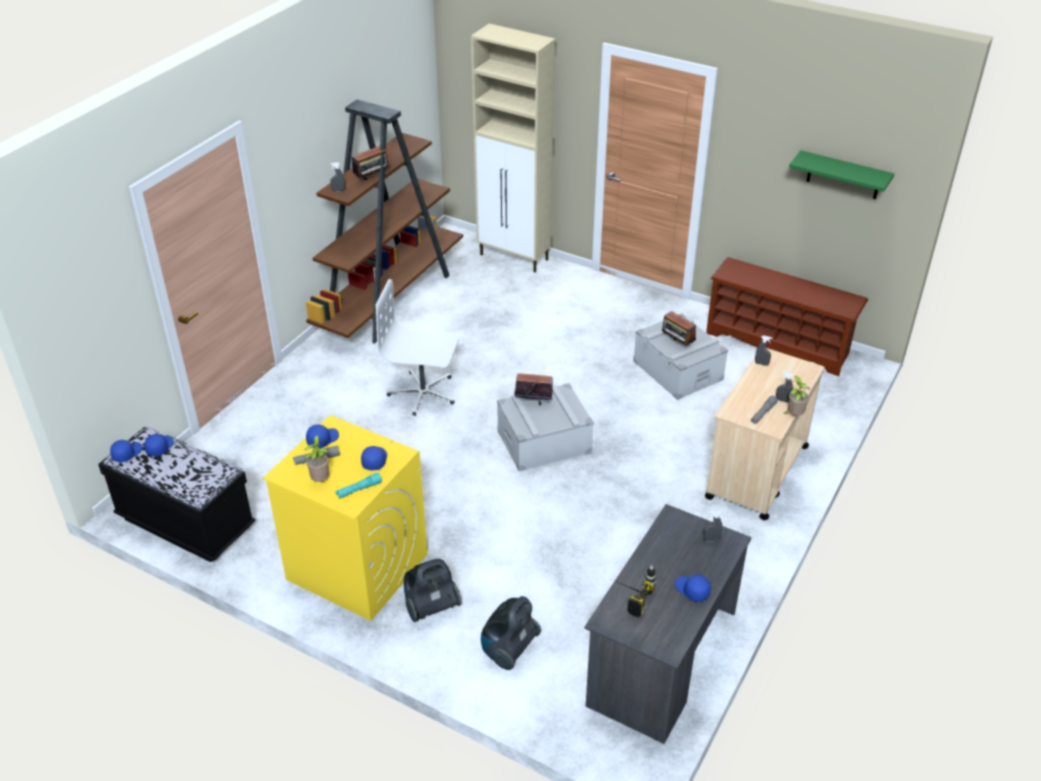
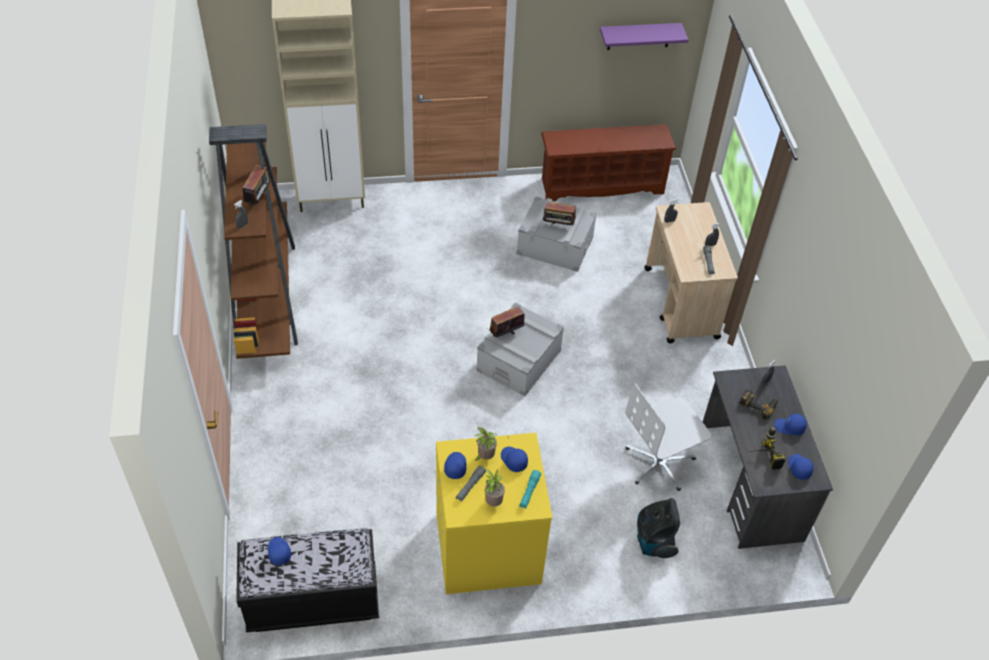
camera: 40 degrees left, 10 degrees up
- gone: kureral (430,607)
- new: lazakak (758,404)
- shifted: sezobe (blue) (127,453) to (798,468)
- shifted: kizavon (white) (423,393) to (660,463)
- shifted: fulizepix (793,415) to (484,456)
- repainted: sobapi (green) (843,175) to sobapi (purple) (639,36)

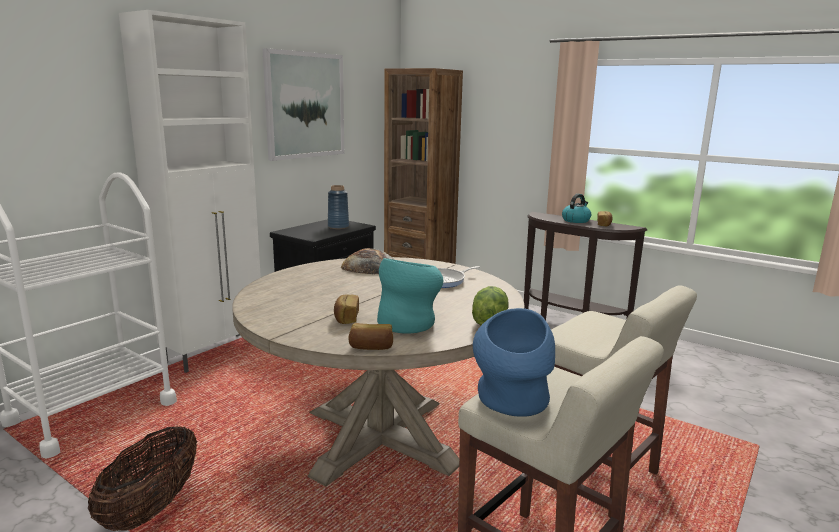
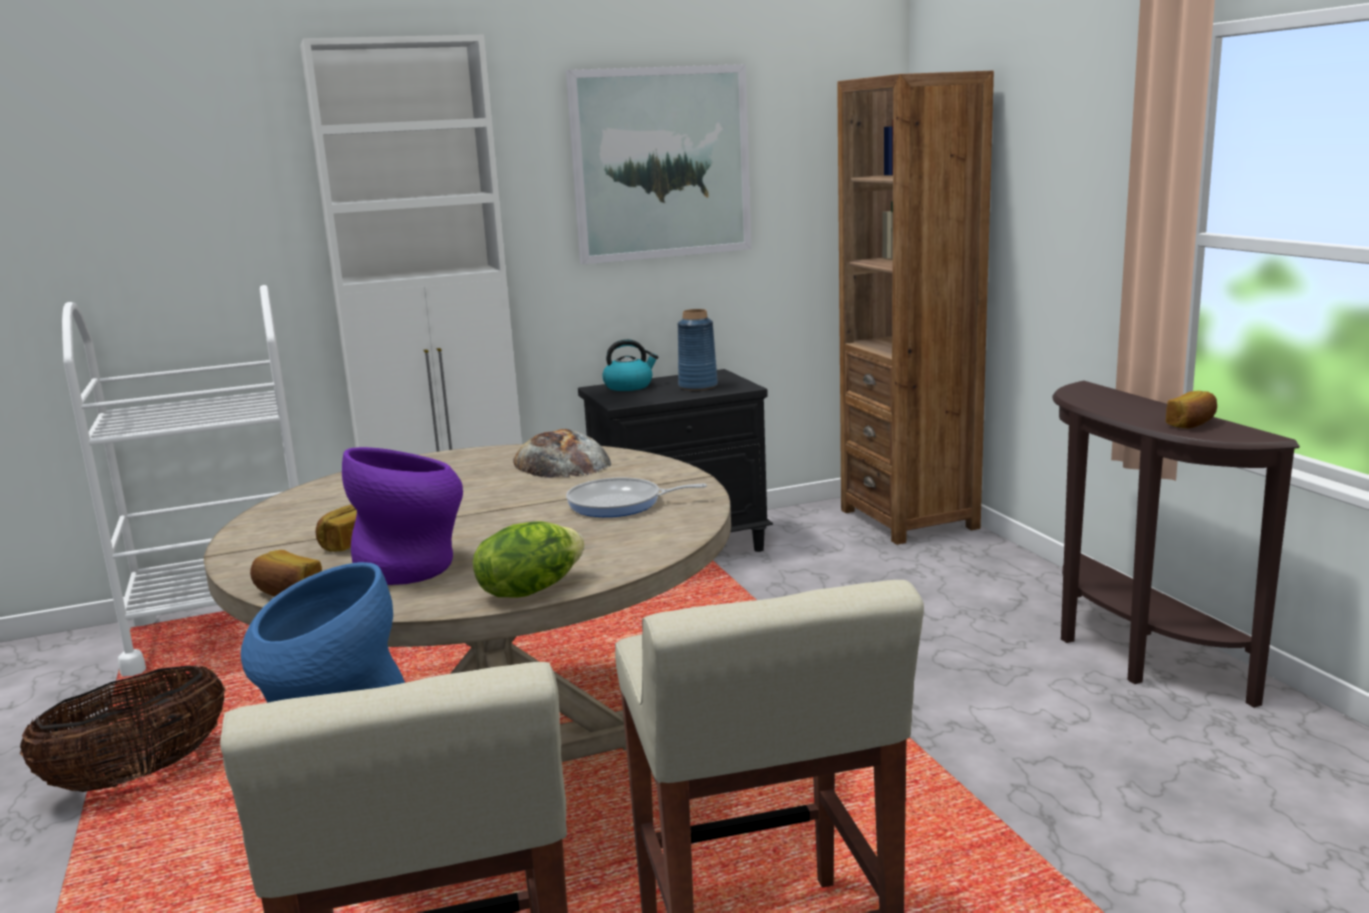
camera: 35 degrees right, 0 degrees up
- shifted: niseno (576,220) to (629,386)
- repainted: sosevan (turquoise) (409,323) to sosevan (purple) (414,567)

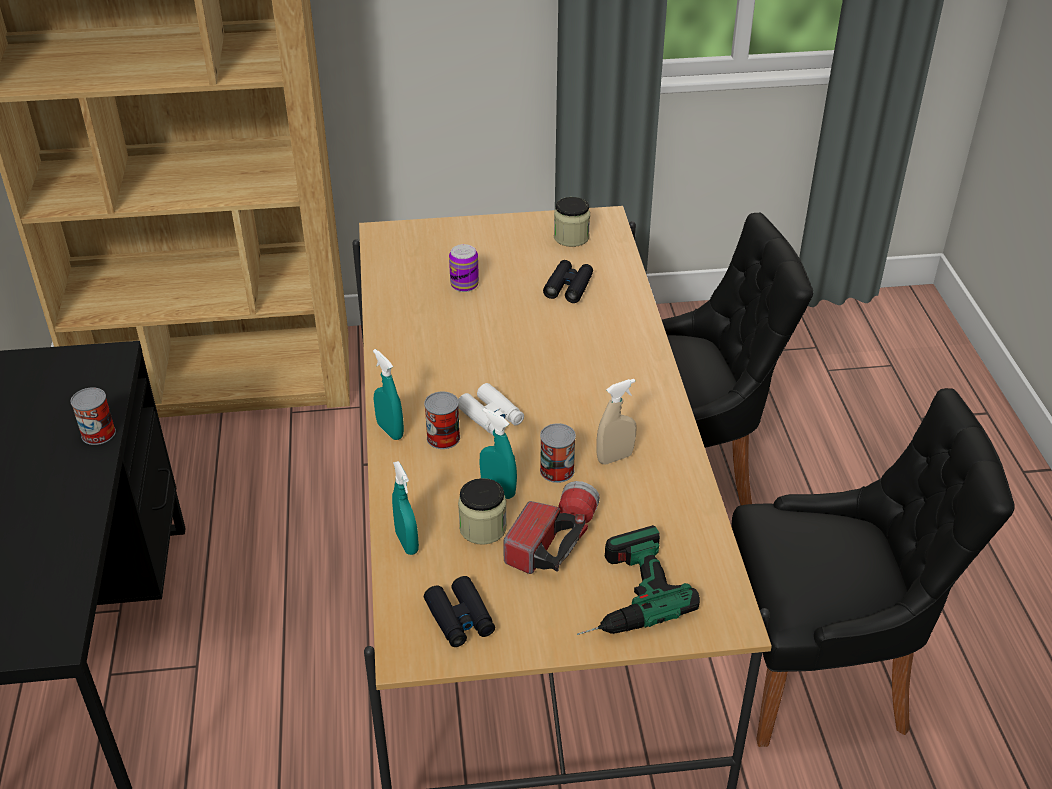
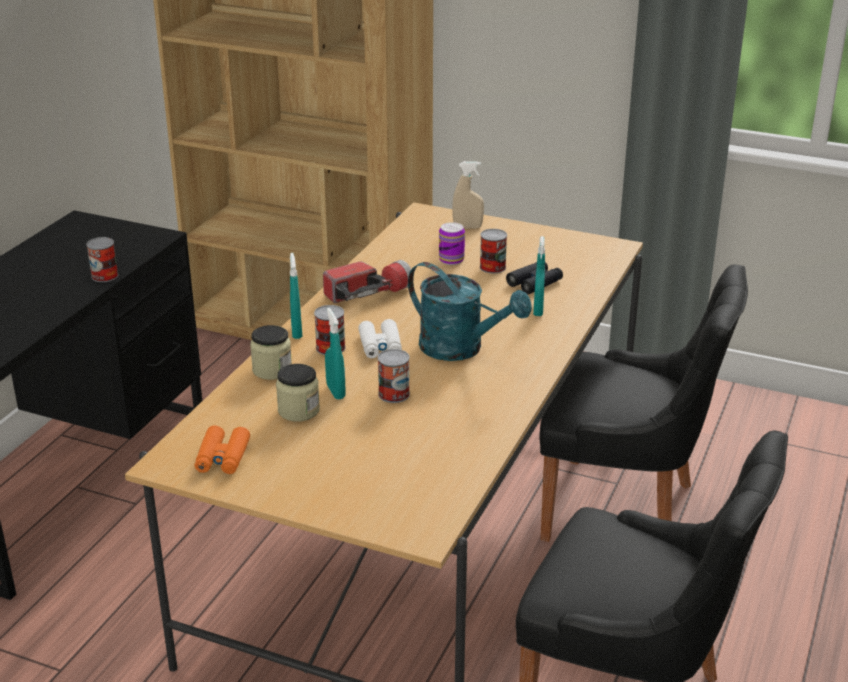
camera: 30 degrees right, 10 degrees down
- gone: lazakak (620,594)
- new: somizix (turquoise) (461,349)
- new: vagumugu (492,267)
- shifted: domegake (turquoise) (407,543) to (538,310)
- shifted: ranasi (552,539) to (368,294)
- shifted: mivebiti (571,237) to (272,370)
- shifted: domegake (beige) (615,458) to (467,227)
- repainted: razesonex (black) (460,618) to razesonex (orange) (222,457)

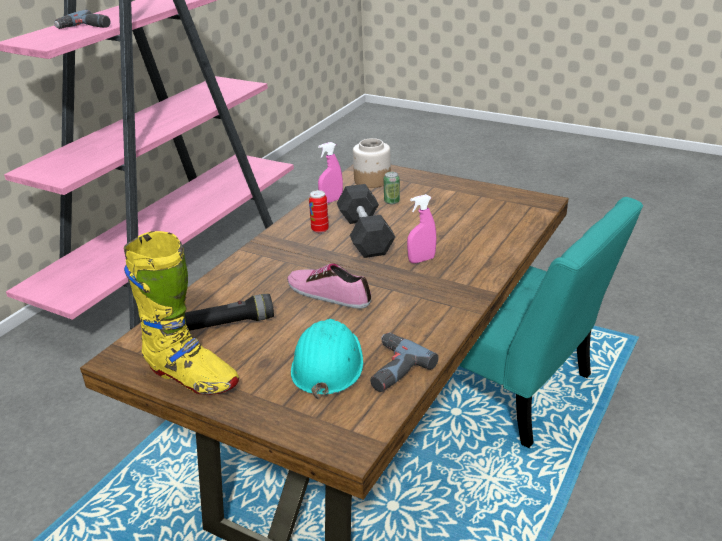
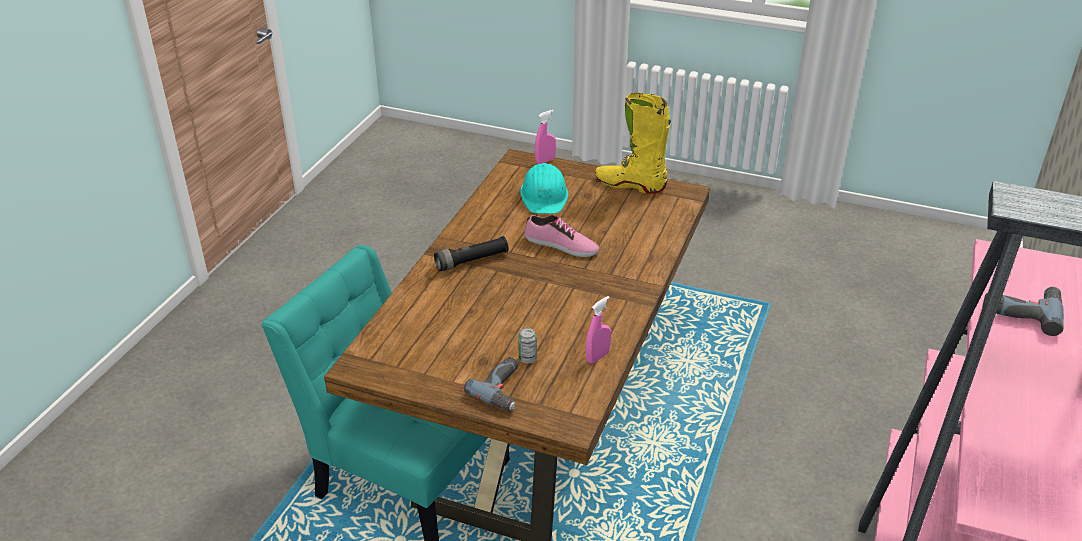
camera: 170 degrees right, 5 degrees up
- gone: vagumugu (320,230)
- gone: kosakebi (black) (365,235)
- gone: mivebiti (372,180)
- shifted: ranasi (black) (227,324) to (472,261)
- shifted: lazakak (390,368) to (504,389)
- shifted: domegake (pink) (421,260) to (545,161)

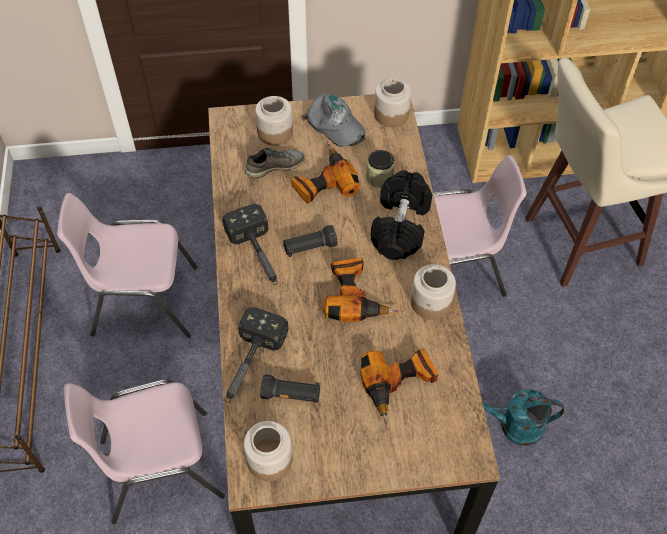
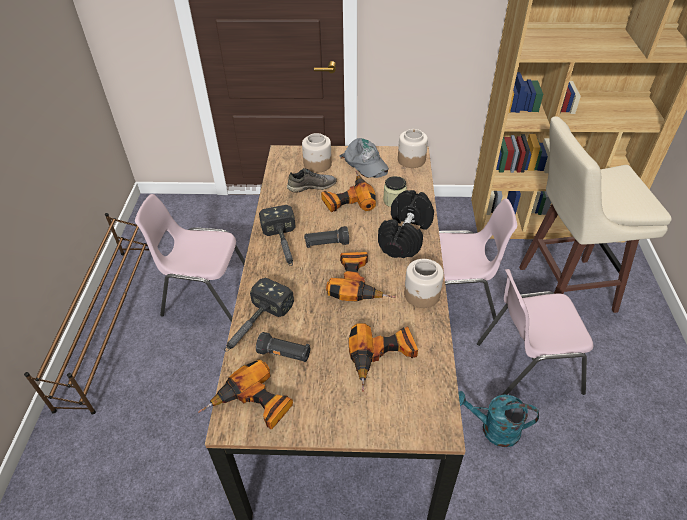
camera: 10 degrees right, 10 degrees down
- shifted: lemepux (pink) (158,467) to (526,366)
- swapped: mivebiti (270,459) to lazakak (253,405)

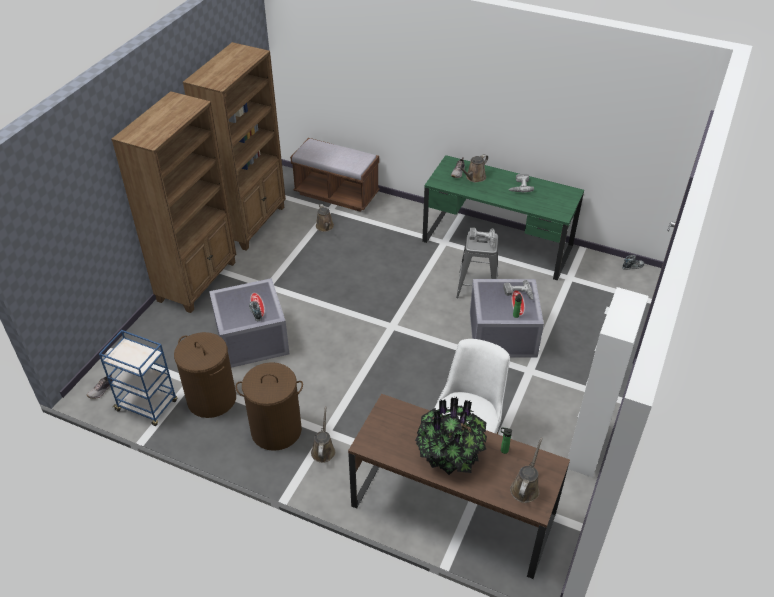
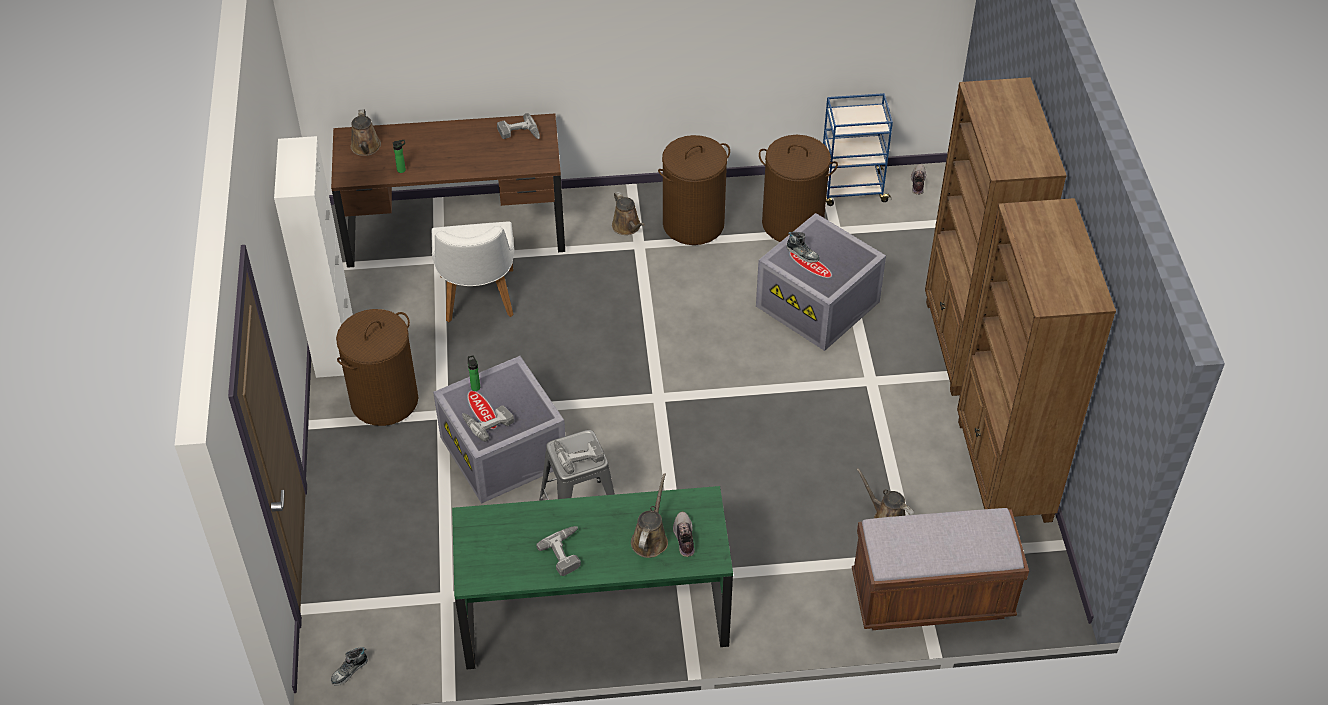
camera: 150 degrees right, 5 degrees up
- gone: fulizepix (450,454)
- new: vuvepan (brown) (384,401)
- new: lazakak (519,134)

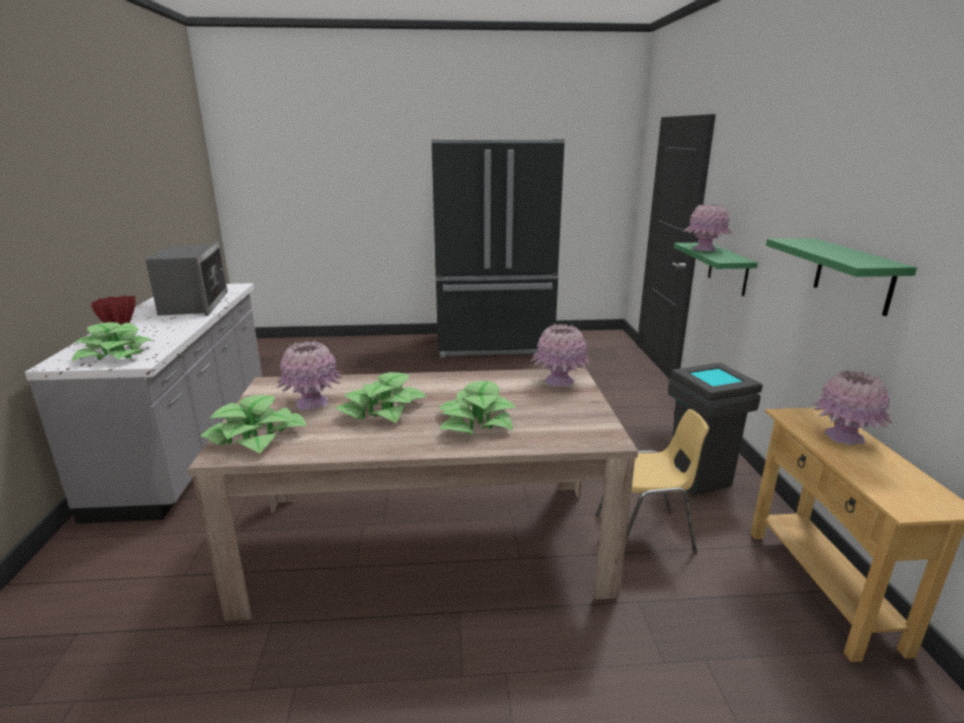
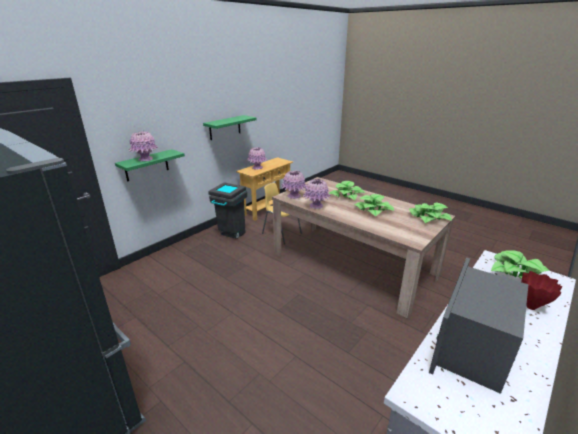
camera: 135 degrees left, 5 degrees up
- shifted: sosevan (pink) (312,403) to (316,206)

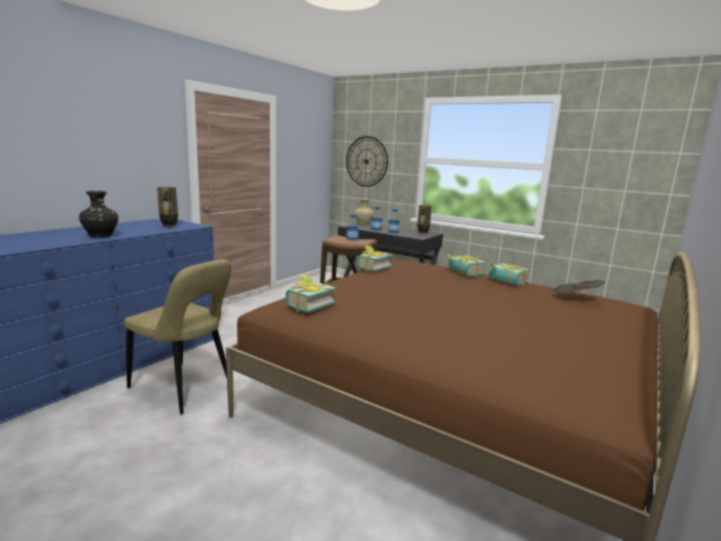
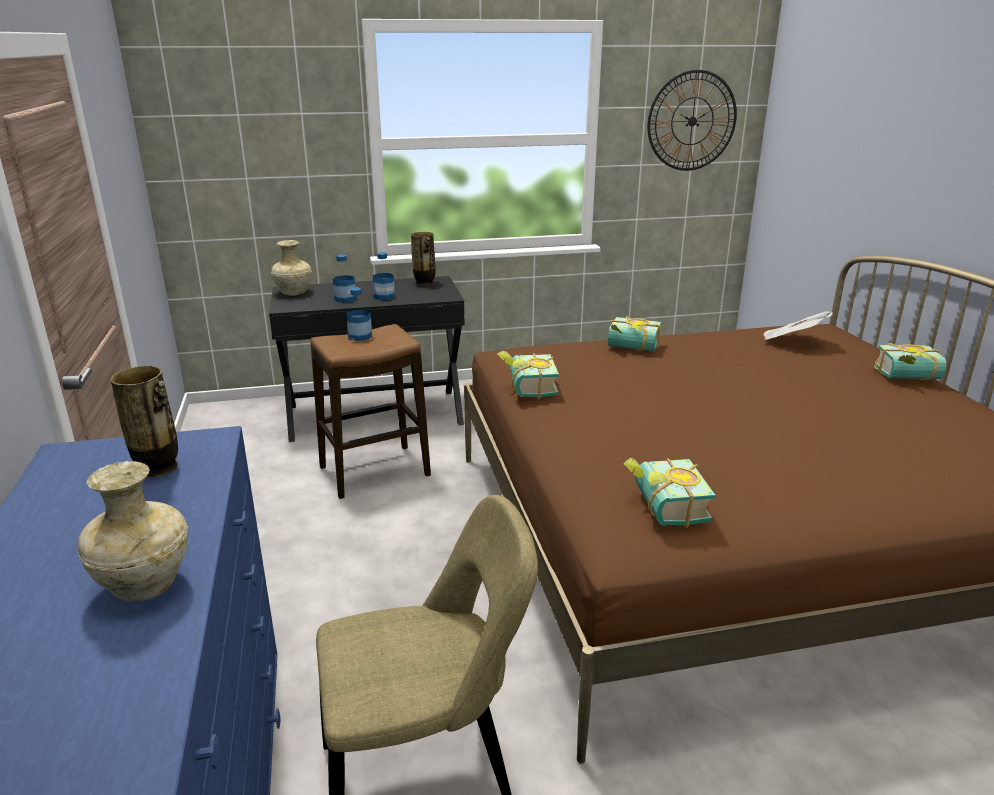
camera: 45 degrees left, 10 degrees up
- shifted: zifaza (366,161) to (692,121)
- shifted: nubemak (505,283) to (909,378)
- repainted: sosevan (black) (100,236) to sosevan (beige) (144,586)

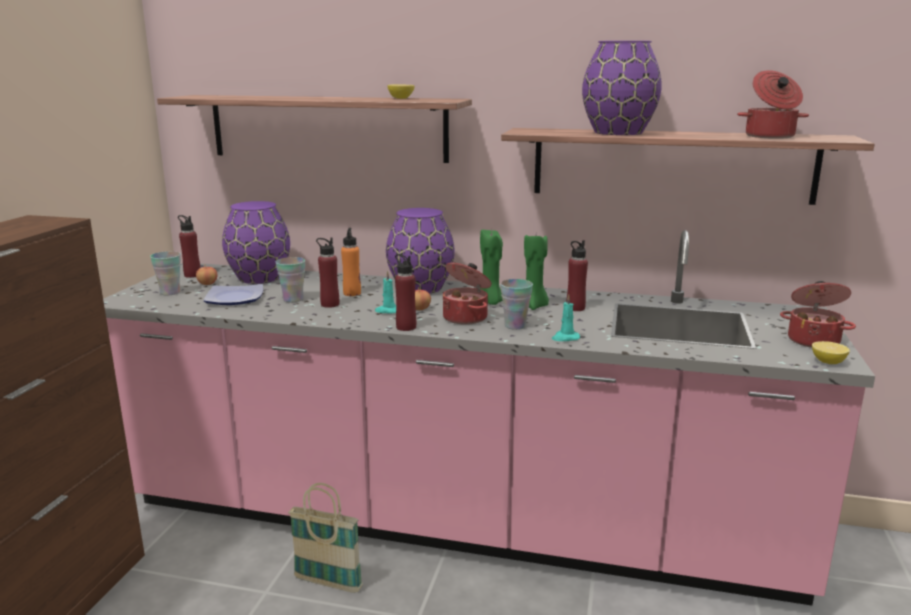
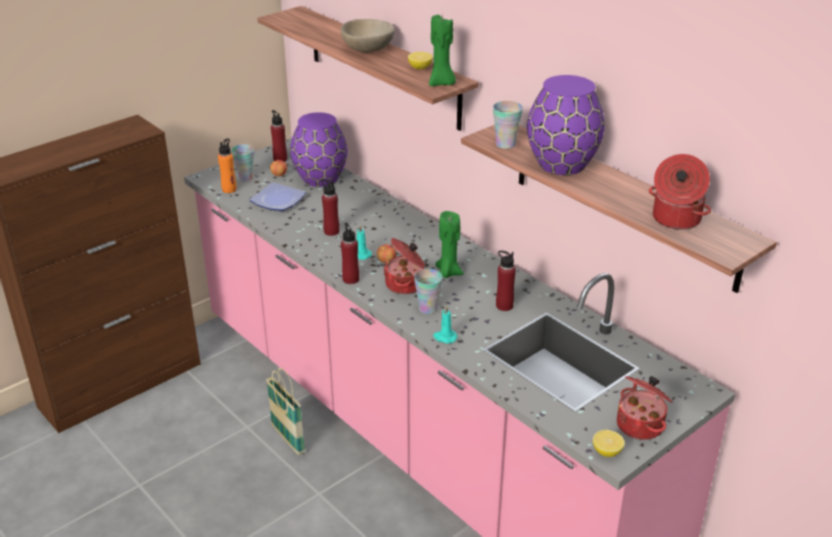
camera: 35 degrees right, 15 degrees up
- gone: sosevan (purple) (420,288)
- new: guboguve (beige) (367,50)
- shifted: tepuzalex (293,299) to (505,144)
- shifted: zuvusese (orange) (352,293) to (229,189)
- shifted: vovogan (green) (534,306) to (442,83)

